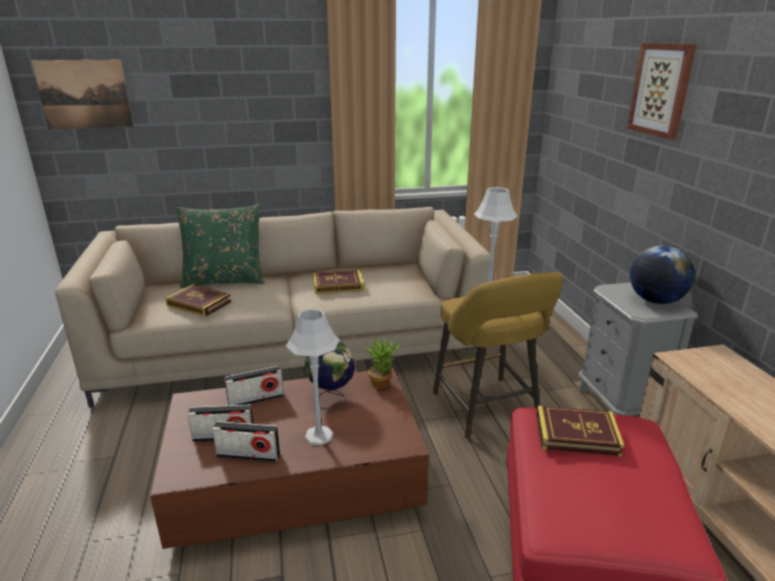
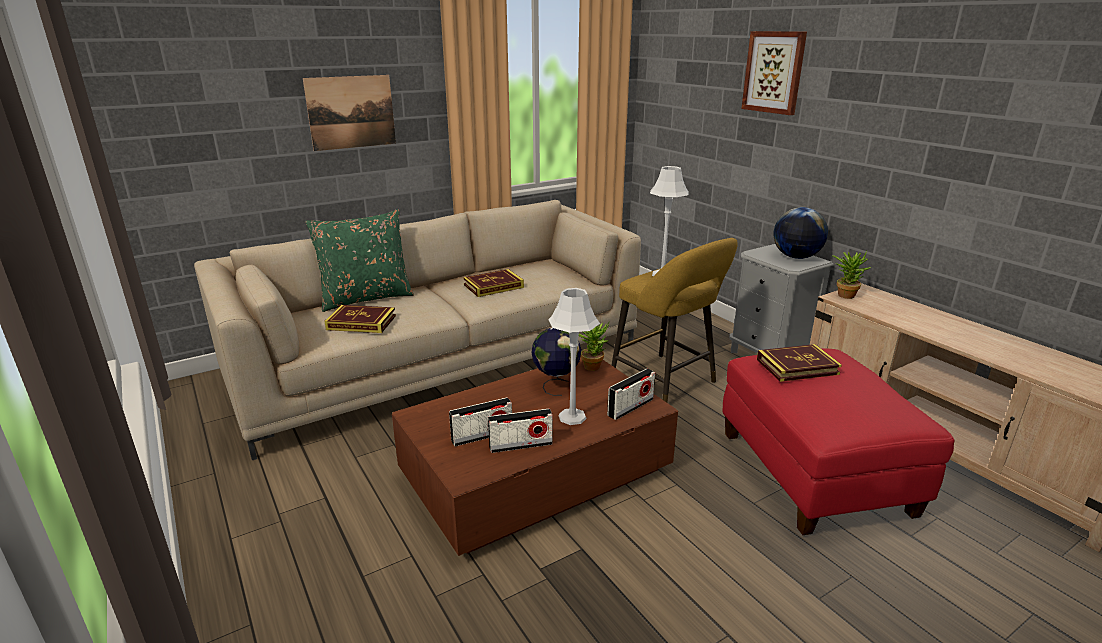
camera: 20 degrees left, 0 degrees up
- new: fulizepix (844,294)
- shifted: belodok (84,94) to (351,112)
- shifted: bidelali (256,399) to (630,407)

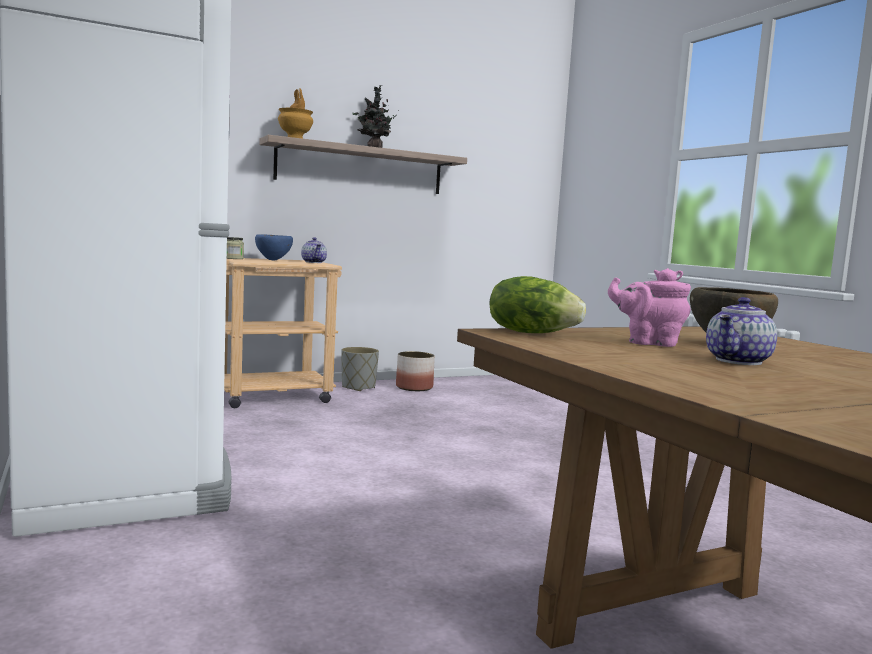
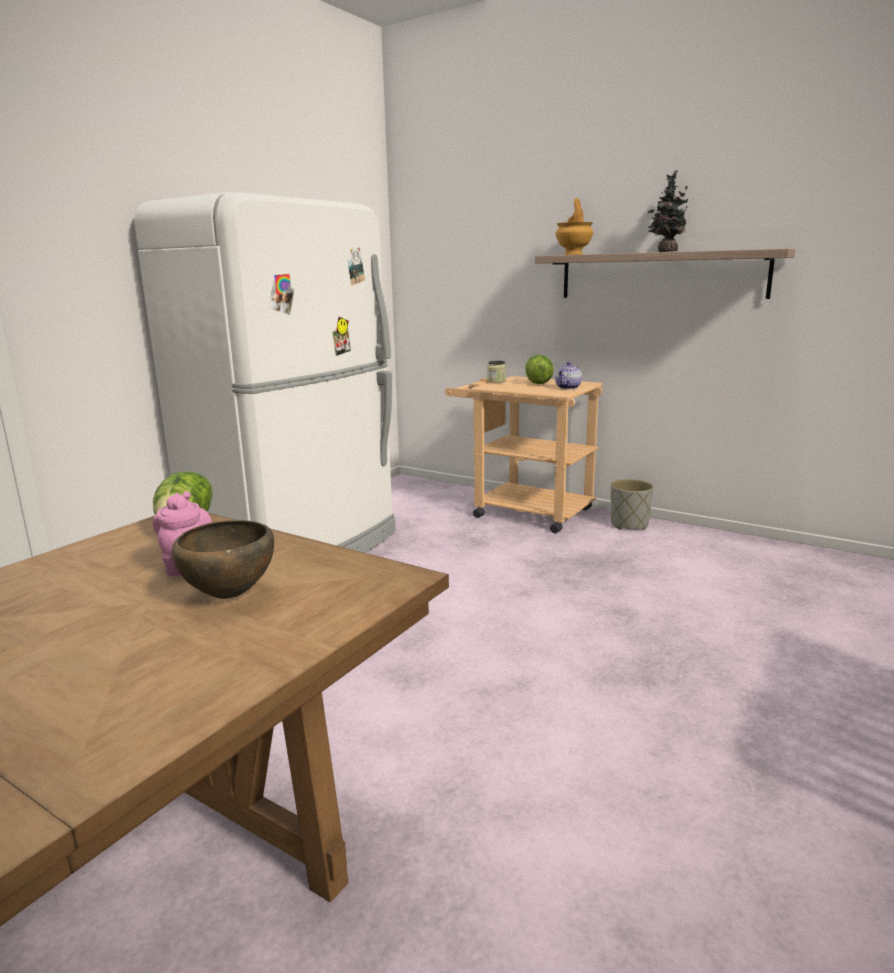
camera: 60 degrees right, 10 degrees up
- gone: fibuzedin (414,387)
- gone: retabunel (739,361)
- swapped: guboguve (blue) (273,260) to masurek (538,383)

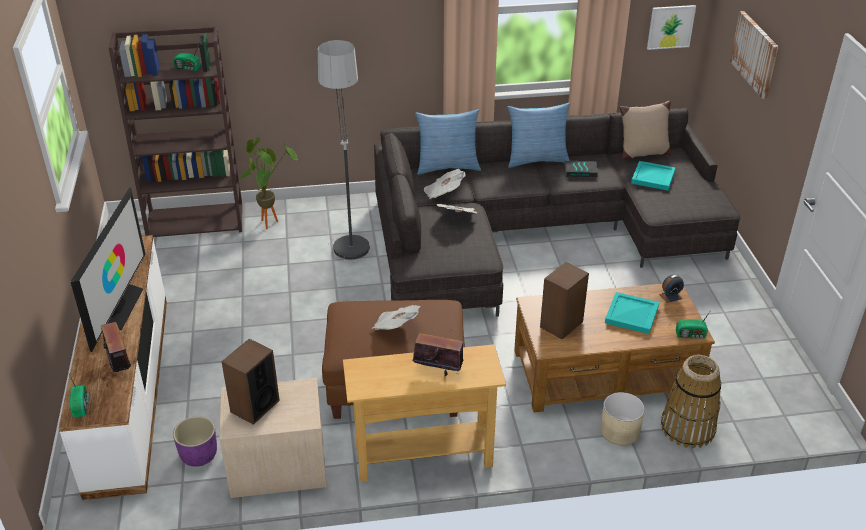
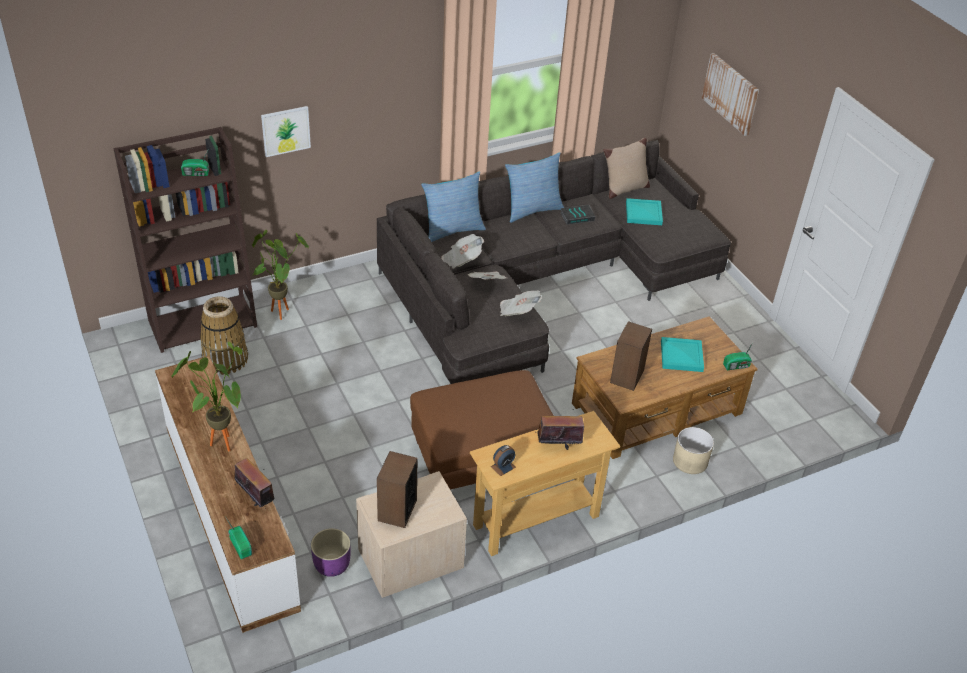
camera: 20 degrees left, 5 degrees up
- gone: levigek (347,232)
- shifted: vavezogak (396,327) to (518,311)
- shifted: belodok (670,27) to (285,131)
- shifted: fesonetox (670,296) to (503,467)
- shifted: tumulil (687,428) to (225,359)
- swapped: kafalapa (119,308) to fulizepix (221,440)

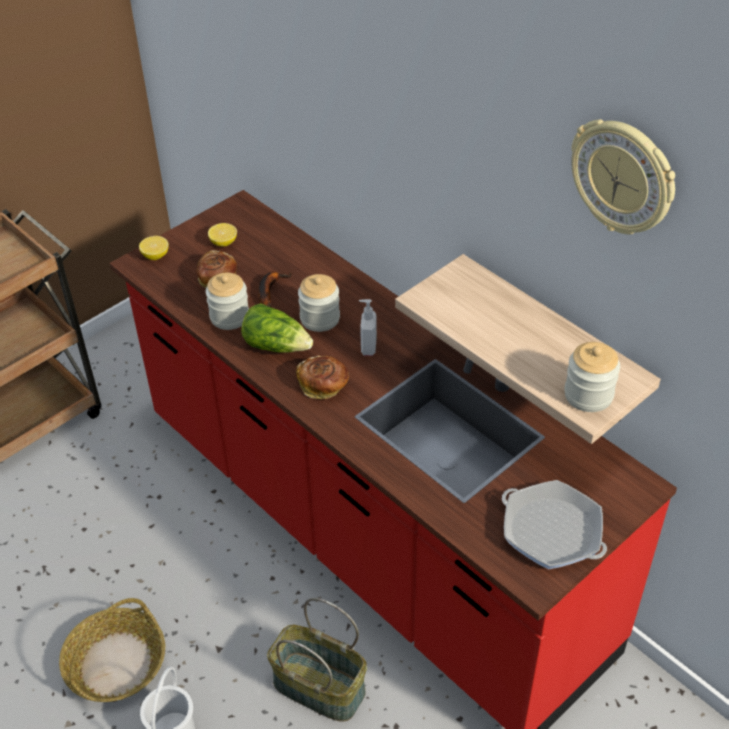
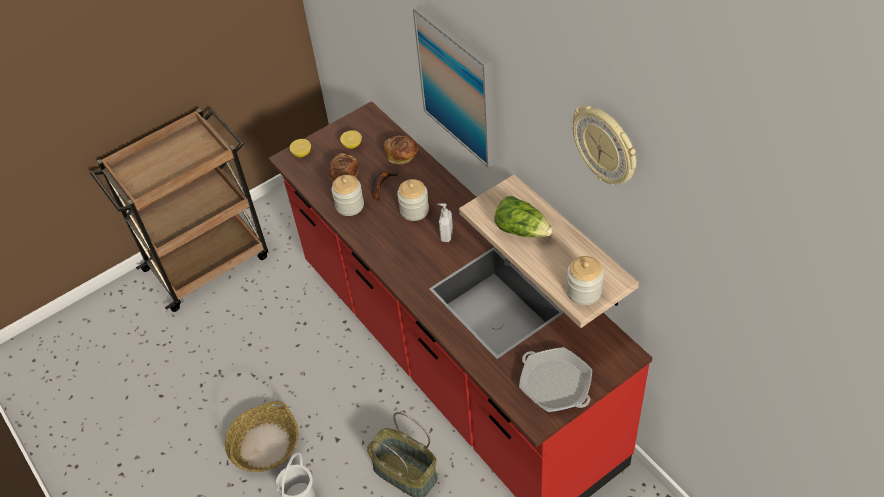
camera: 10 degrees right, 5 degrees up
- new: belodok (458,86)
- shifted: masurek (277,345) to (522,229)
- shifted: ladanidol (323,386) to (402,156)

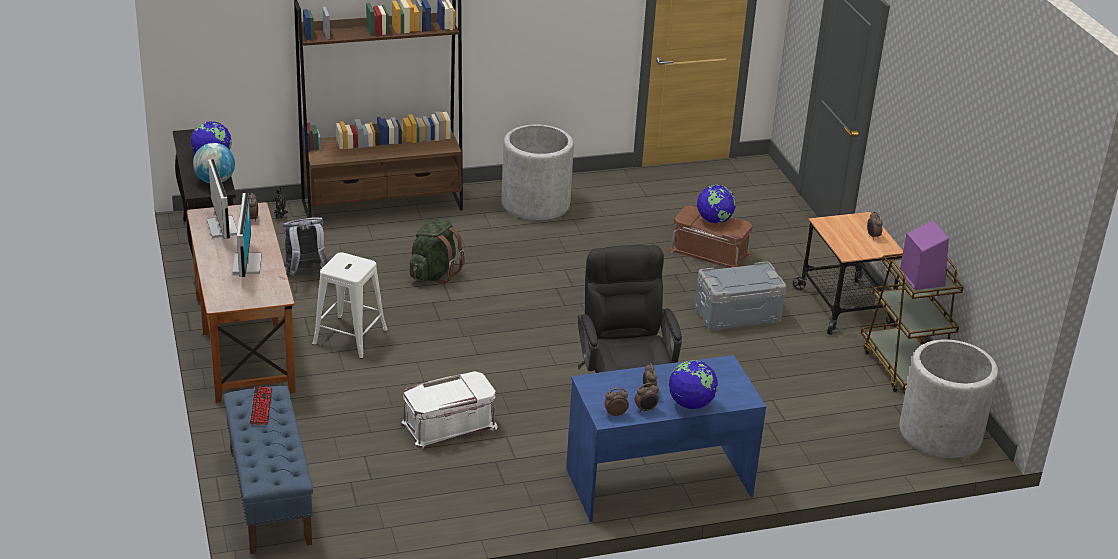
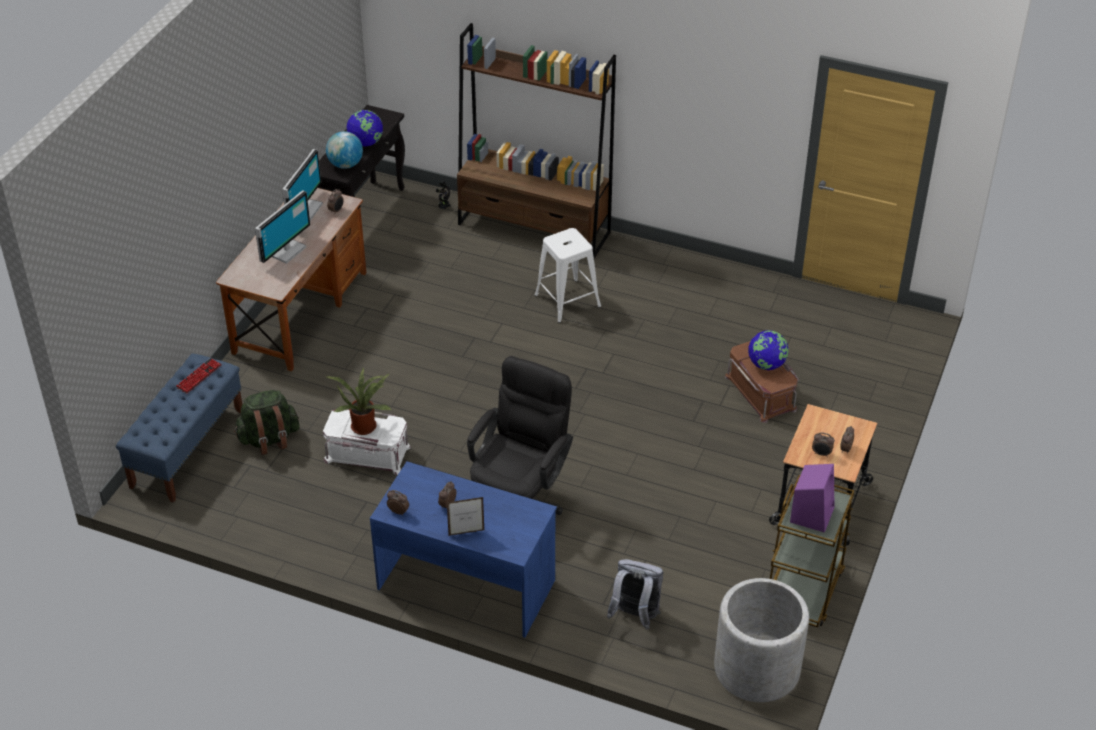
camera: 40 degrees right, 10 degrees up
- gone: fibuzedin (grey) (535,204)
- gone: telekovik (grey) (737,315)
- new: fulizepix (364,425)
- shifted: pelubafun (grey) (306,275) to (635,616)
- shifted: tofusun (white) (350,337) to (567,300)
- shifted: pelubafun (green) (434,274) to (269,439)
- shifted: fesonetox (646,409) to (821,454)
- swapped: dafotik (690,404) to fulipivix (466,533)

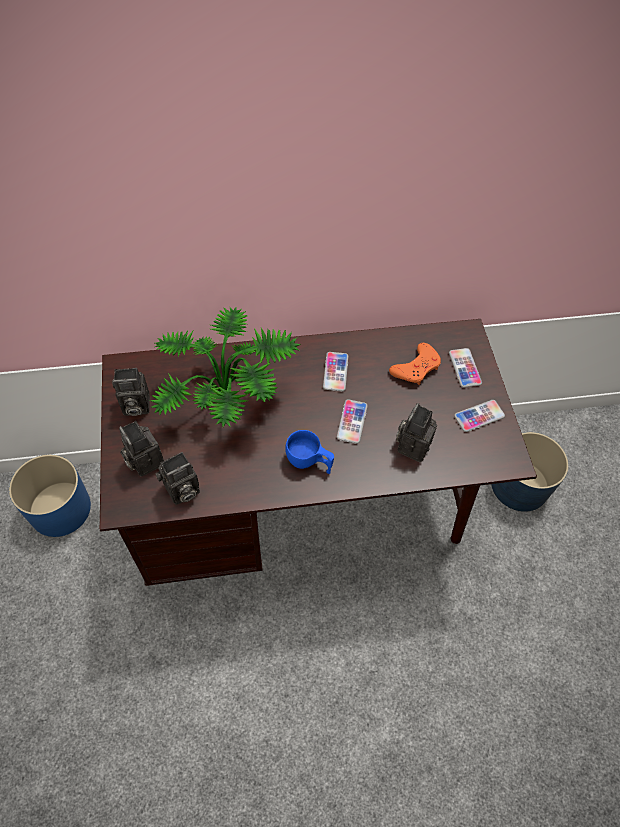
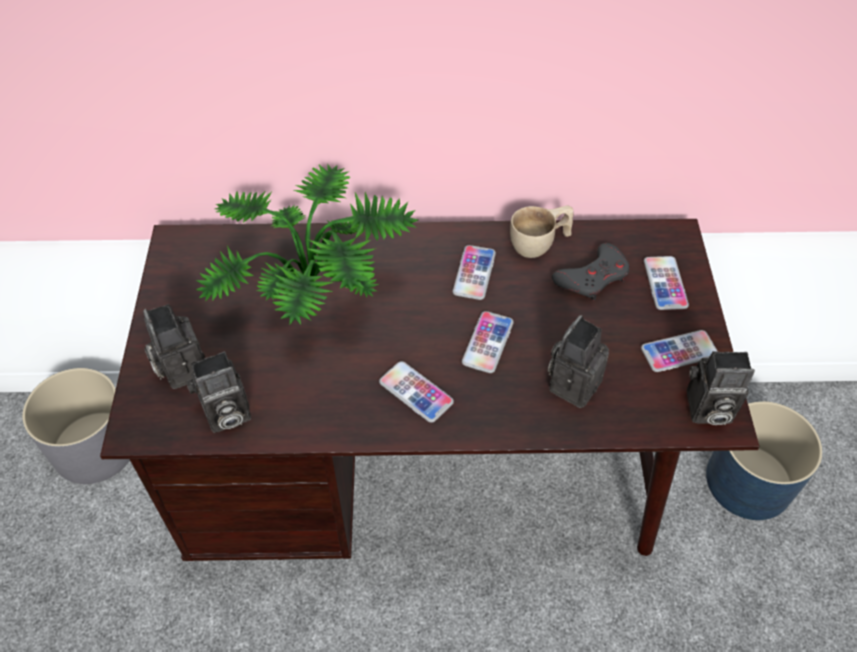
camera: 10 degrees right, 5 degrees down
- new: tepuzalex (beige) (540,244)
- shifted: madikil (134,406) to (706,409)
- swapped: tepuzalex (blue) (309,462) to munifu (416,392)
- repainted: fibuzedin (blue) (60,508) to fibuzedin (grey) (95,446)
- repainted: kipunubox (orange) (416,368) to kipunubox (grey) (593,277)

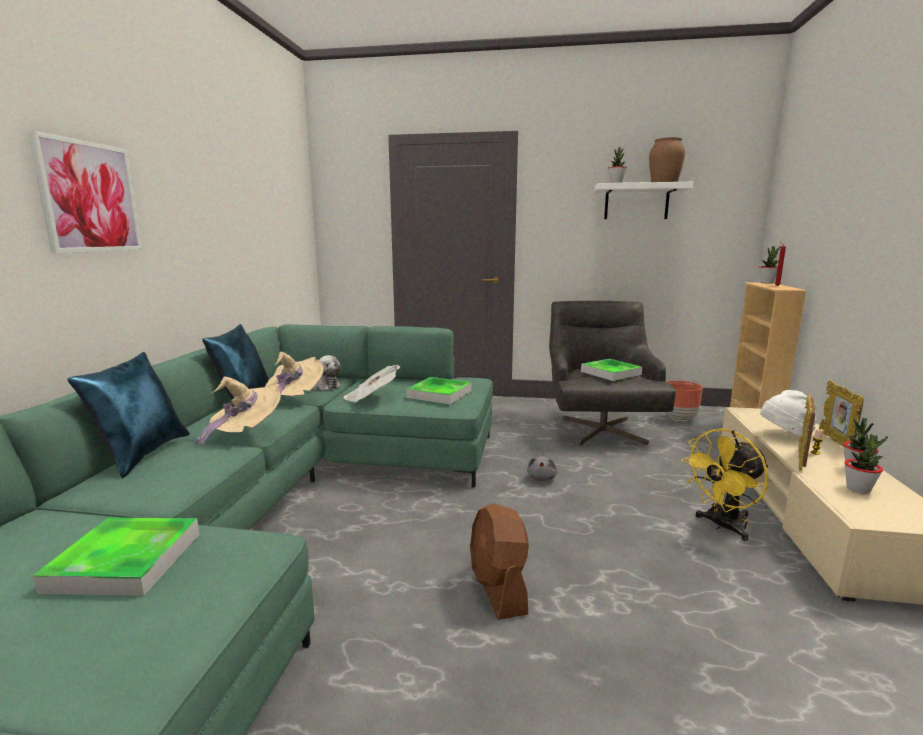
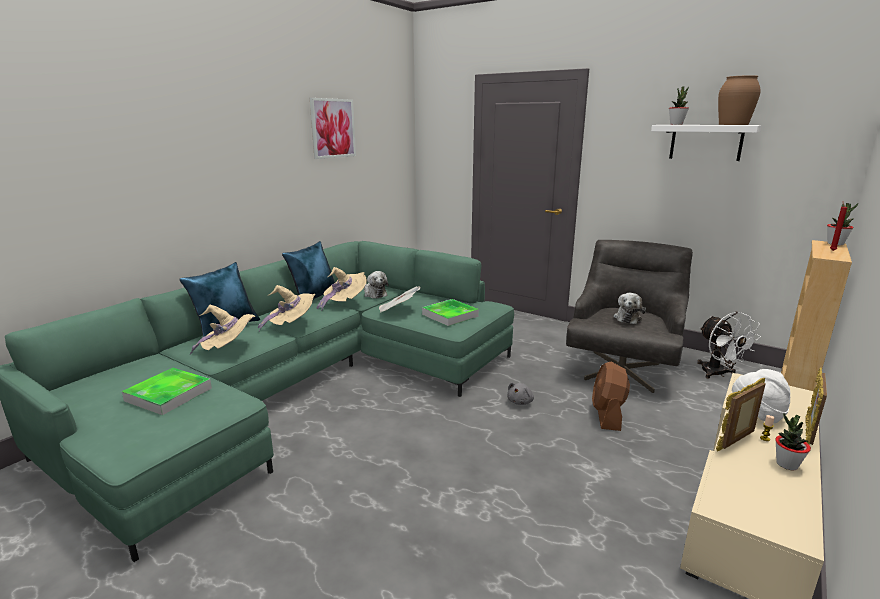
camera: 25 degrees right, 5 degrees up
- gone: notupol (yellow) (722,526)
- gone: fulizepix (858,489)
- new: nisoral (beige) (229,349)
- shifted: belodok (89,197) to (333,128)
- shifted: notupol (brown) (498,588) to (607,415)
- swapped: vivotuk (610,373) to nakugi (627,318)
- swapped: fibuzedin (brown) (679,419) to notupol (white) (718,374)

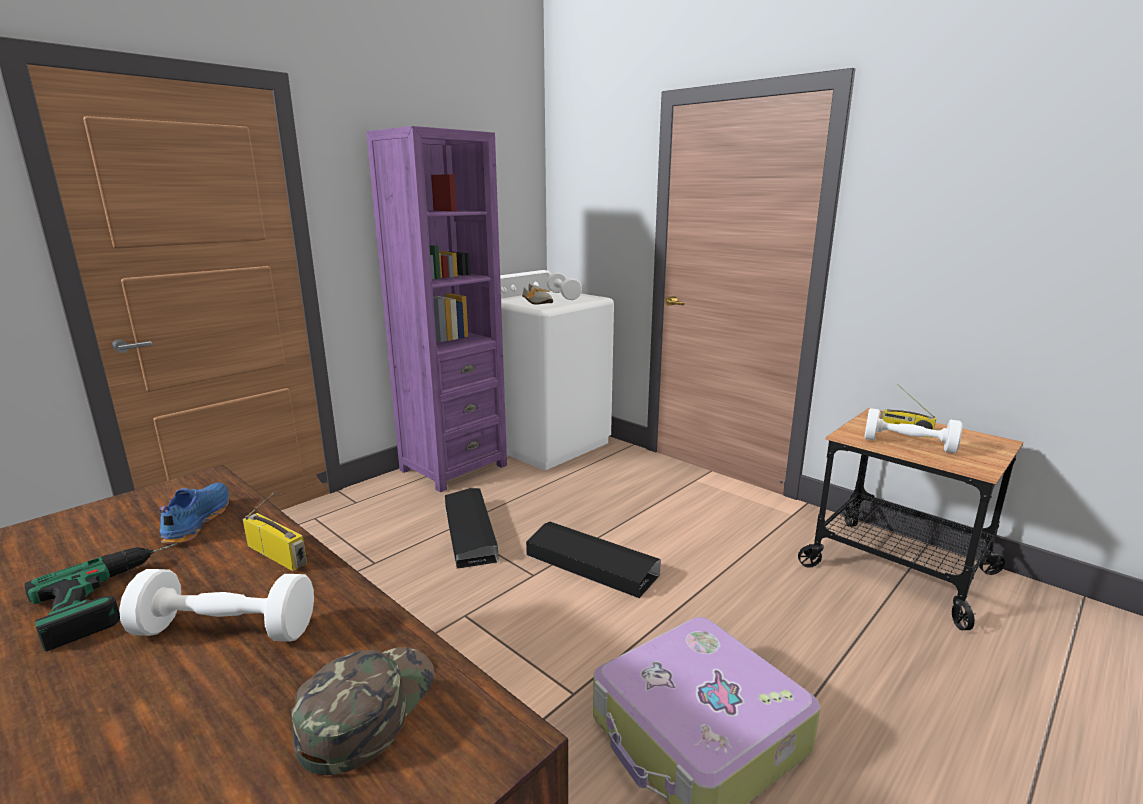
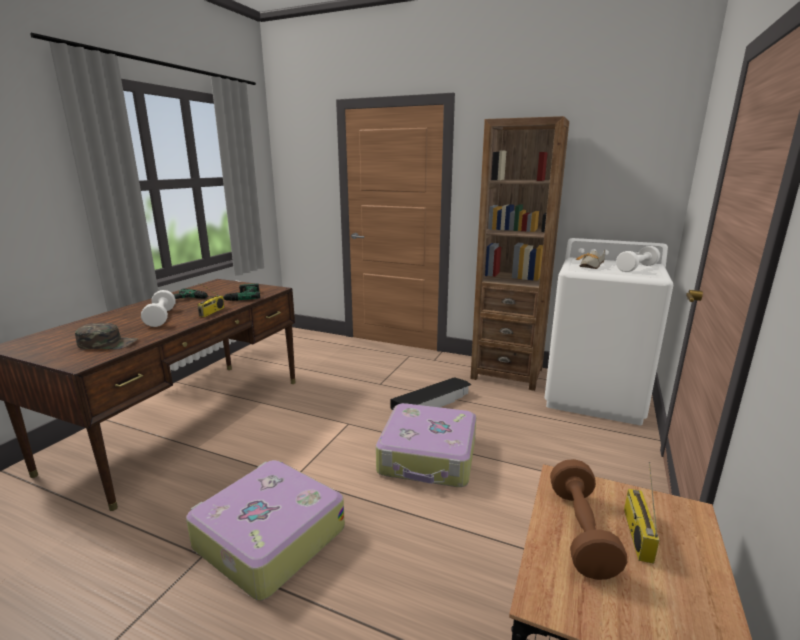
camera: 70 degrees right, 0 degrees up
- swapped: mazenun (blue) (196,522) to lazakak (238,297)
- swapped: telekovik (black) (591,565) to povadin (428,457)
- repainted: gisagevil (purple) (453,468) to gisagevil (brown) (507,373)
- repainted: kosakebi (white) (908,445) to kosakebi (brown) (581,531)

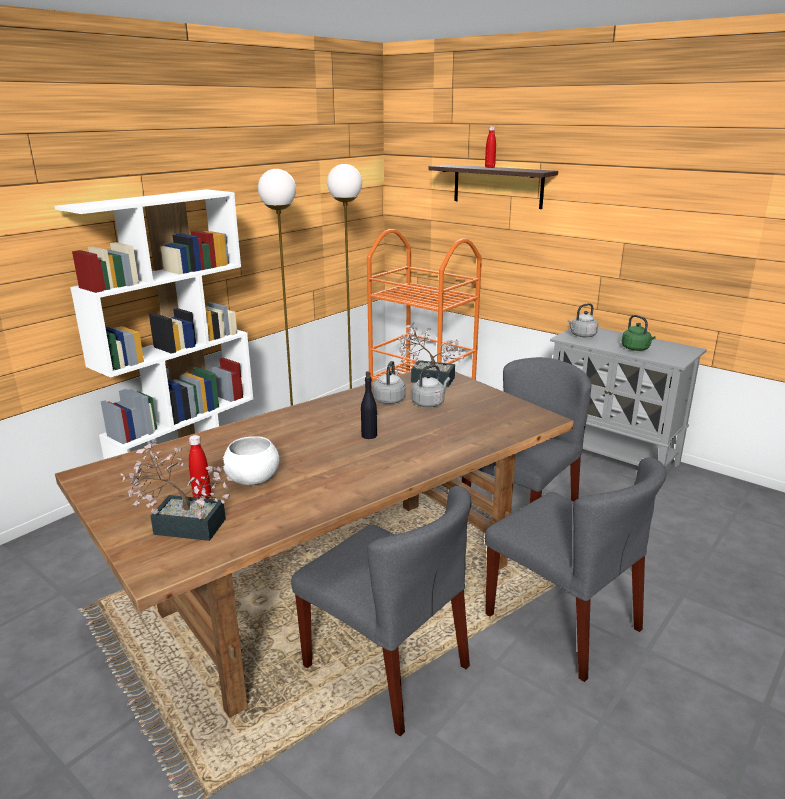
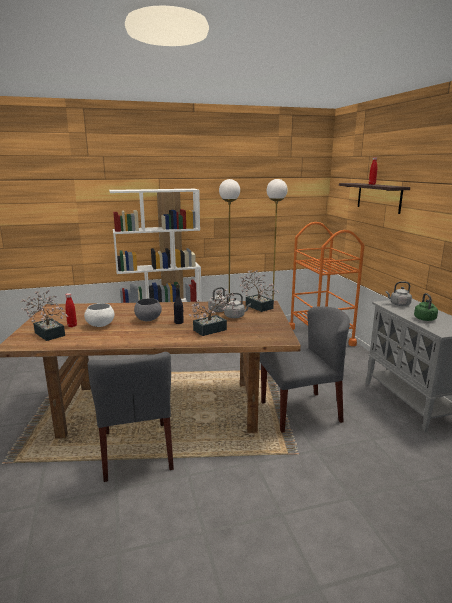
camera: 35 degrees right, 5 degrees down
- gone: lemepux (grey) (563,622)
- new: guboguve (grey) (148,319)
- new: fulizepix (213,329)

